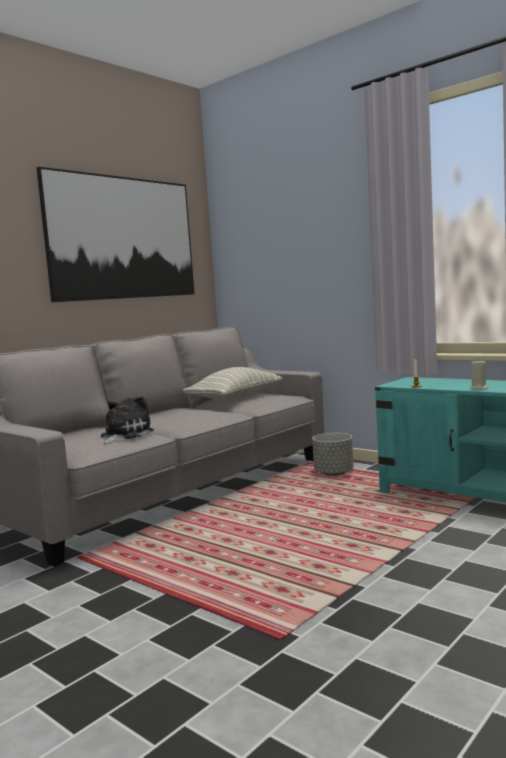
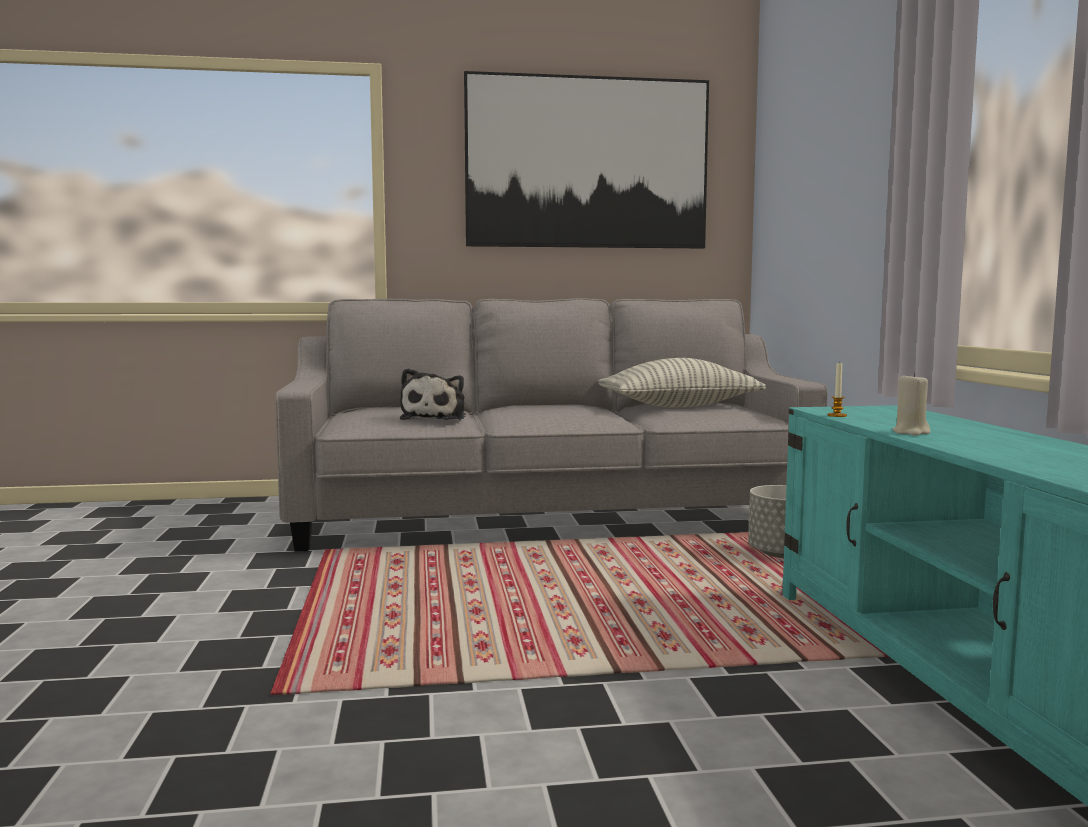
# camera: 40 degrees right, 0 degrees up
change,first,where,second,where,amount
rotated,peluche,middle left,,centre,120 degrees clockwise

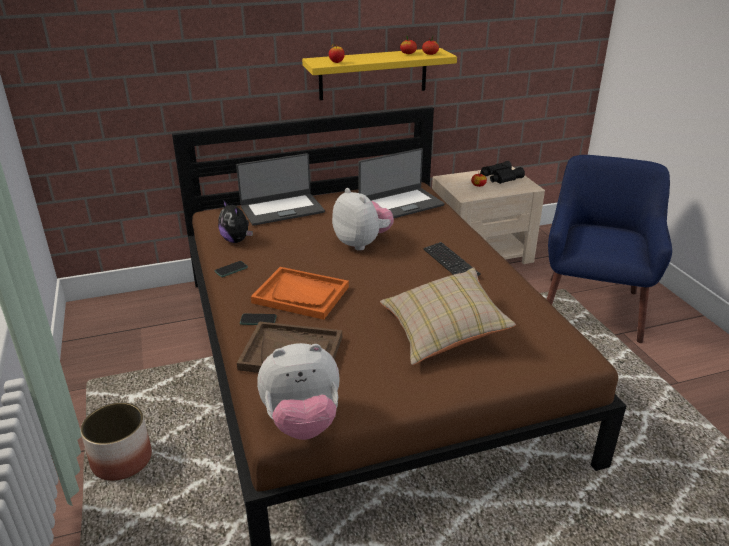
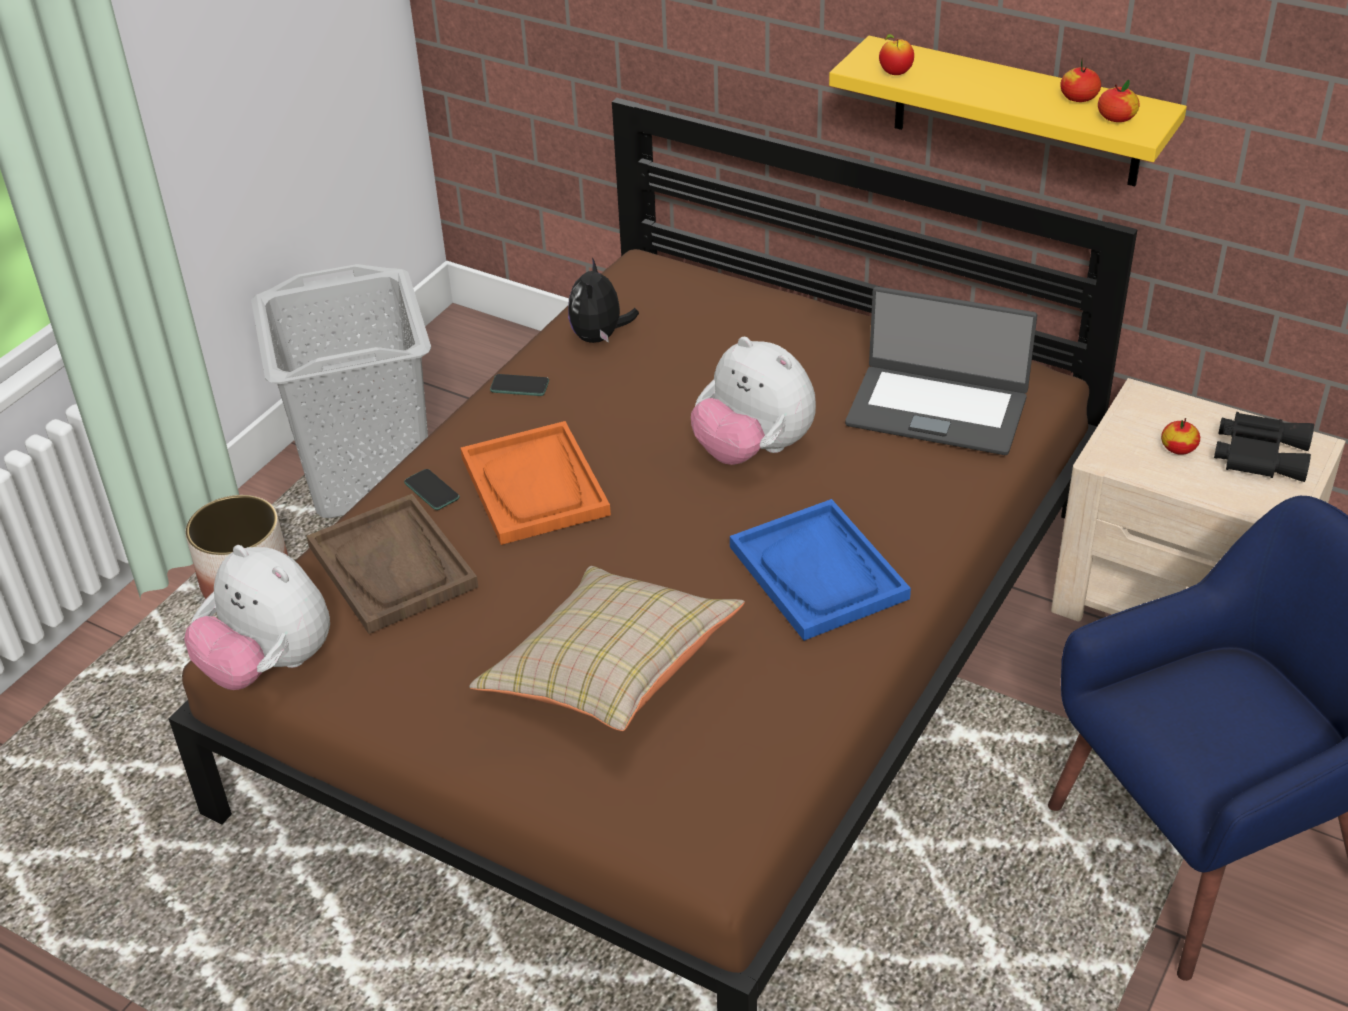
# camera: 50 degrees right, 10 degrees up
change,first,where,second,where,amount
gone,portátil (no. 1 from left),centre,,,
rotated,peluche (no. 3 from left),centre,,centre,120 degrees clockwise
swapped,teclado,centre,bandeja (azul),centre,
new,,,cesto de la ropa (gris),middle left,

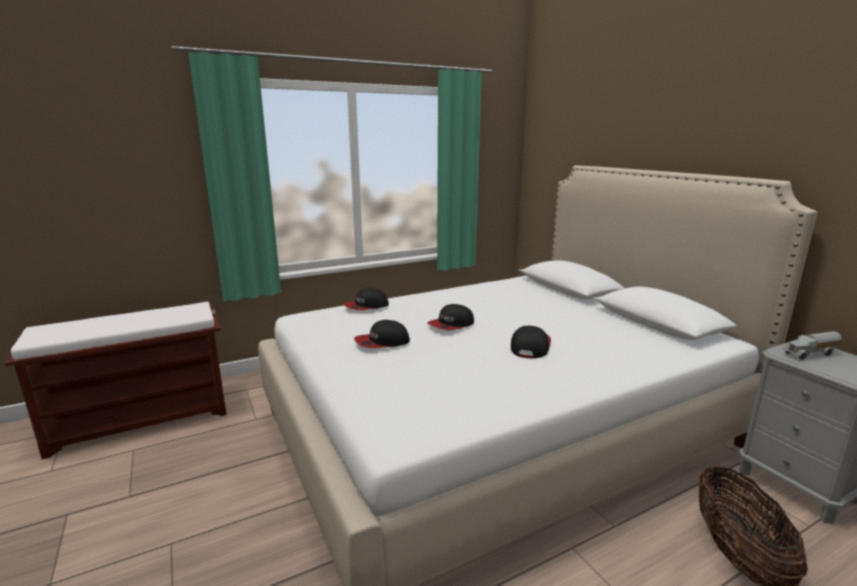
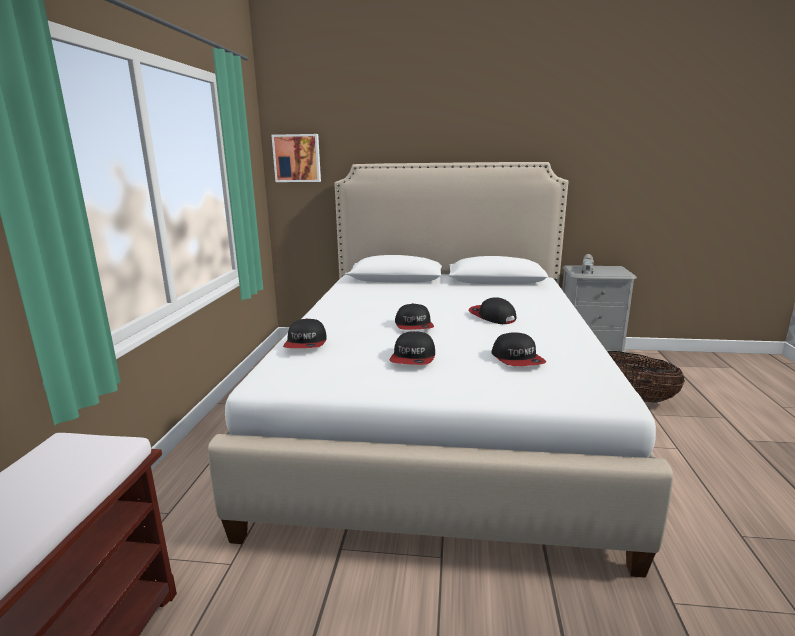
# camera: 55 degrees left, 0 degrees up
change,first,where,second,where,amount
new,,,cuadro,top centre,
new,,,gorra (no. 5 from left),centre,

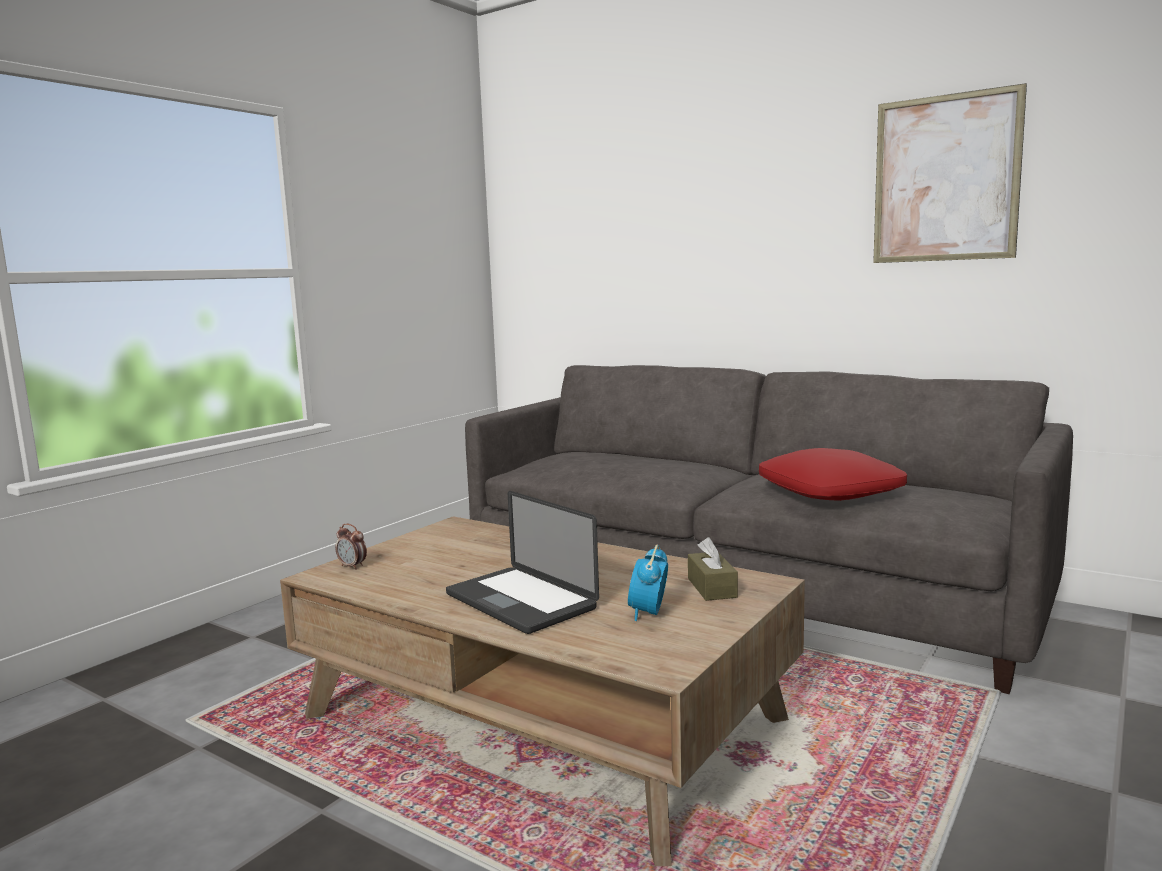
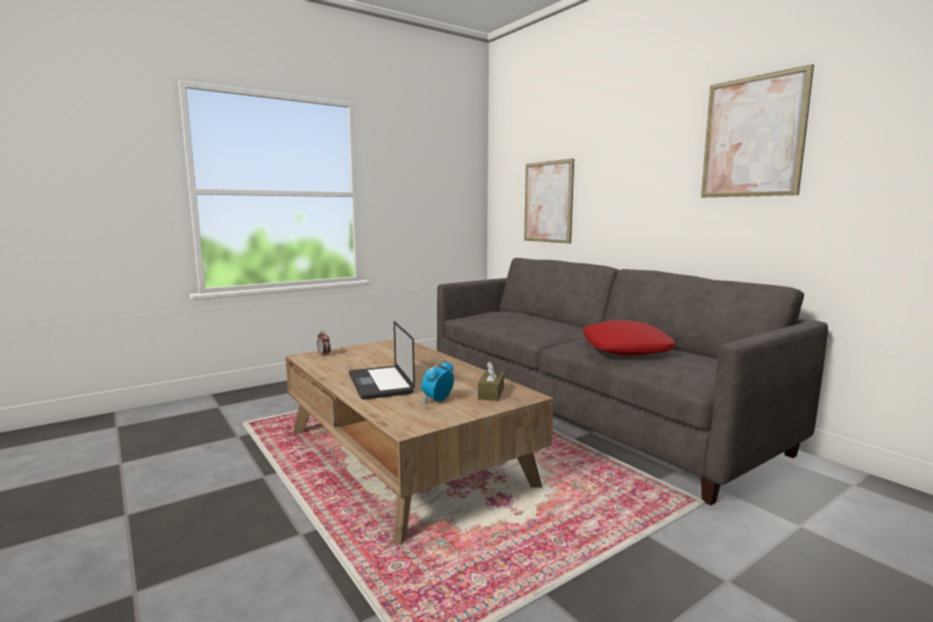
# camera: 20 degrees right, 0 degrees up
change,first,where,second,where,amount
new,,,cuadro (no. 1 from left),top centre,

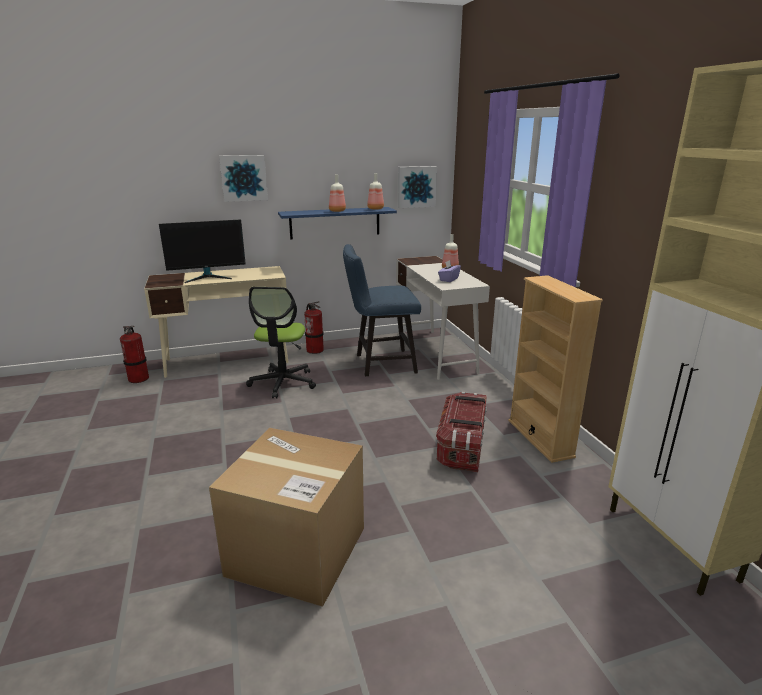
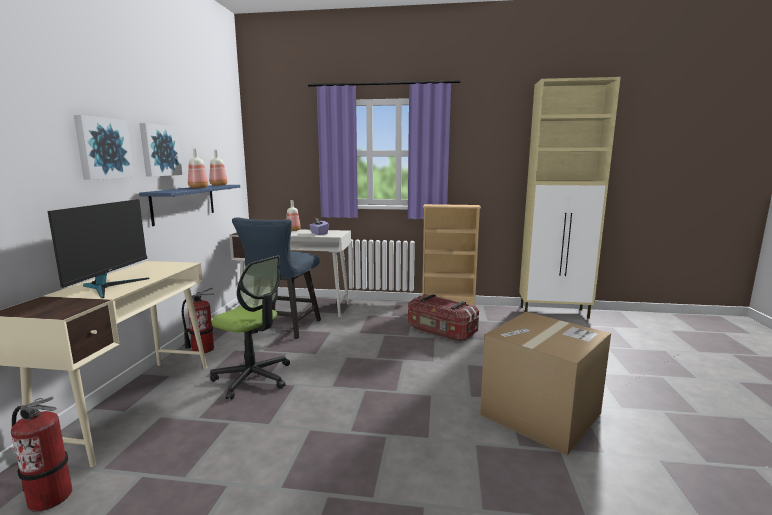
# camera: 65 degrees left, 10 degrees down
change,first,where,second,where,amount
shifted,cuadro (no. 2 from left),top centre,,top left,

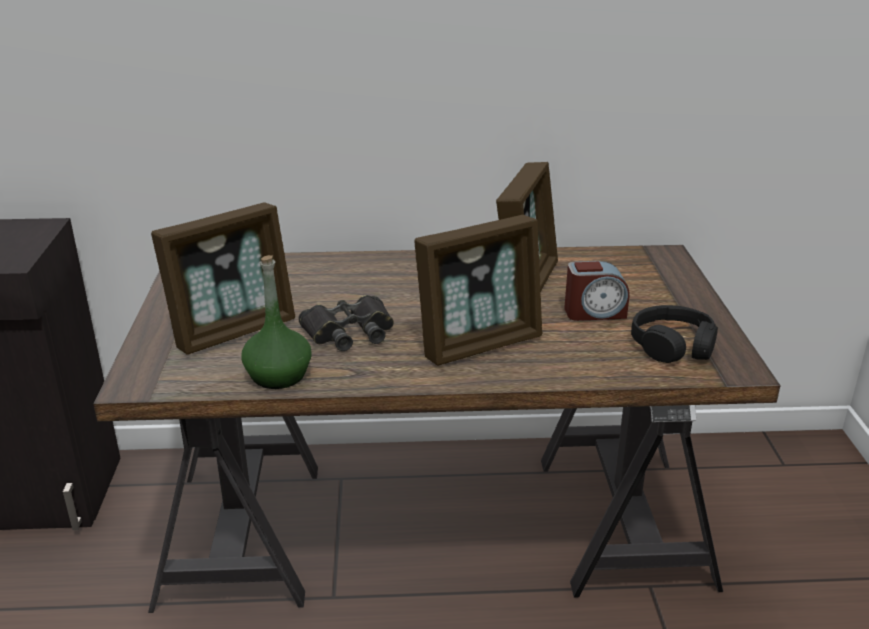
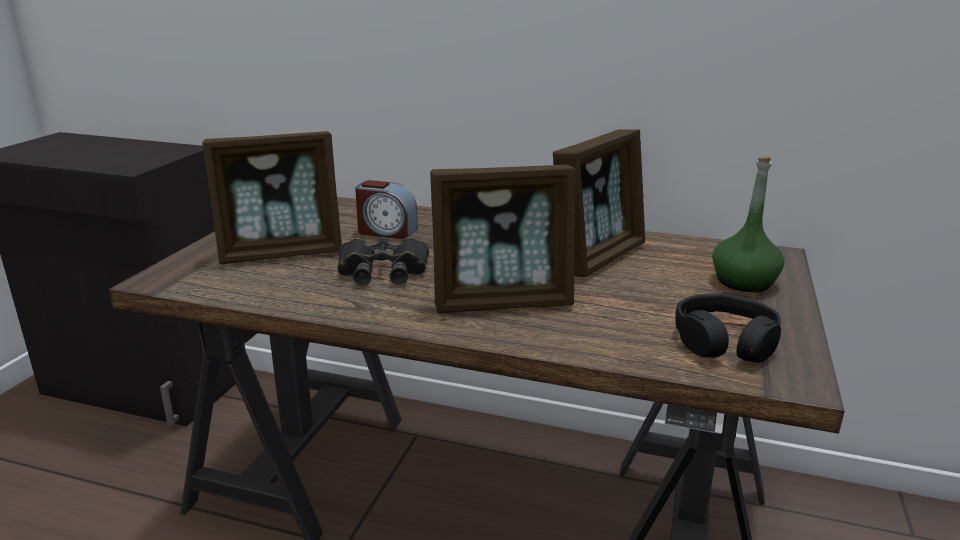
# camera: 20 degrees right, 5 degrees down
change,first,where,second,where,amount
shifted,botella (verde),middle left,,middle right,
shifted,despertador,middle right,,centre,

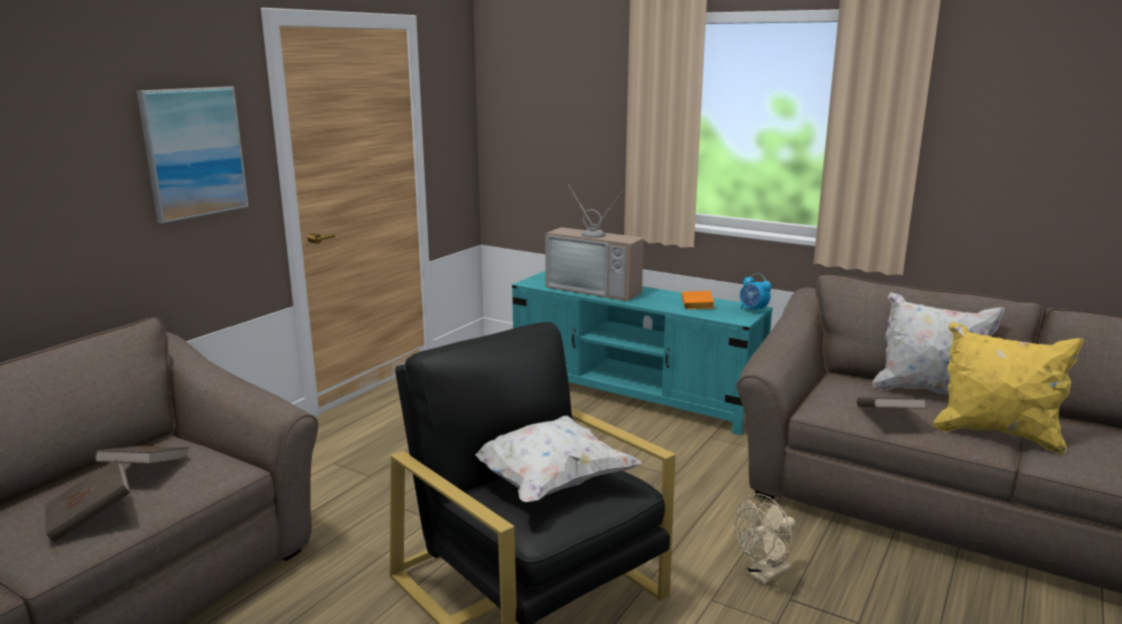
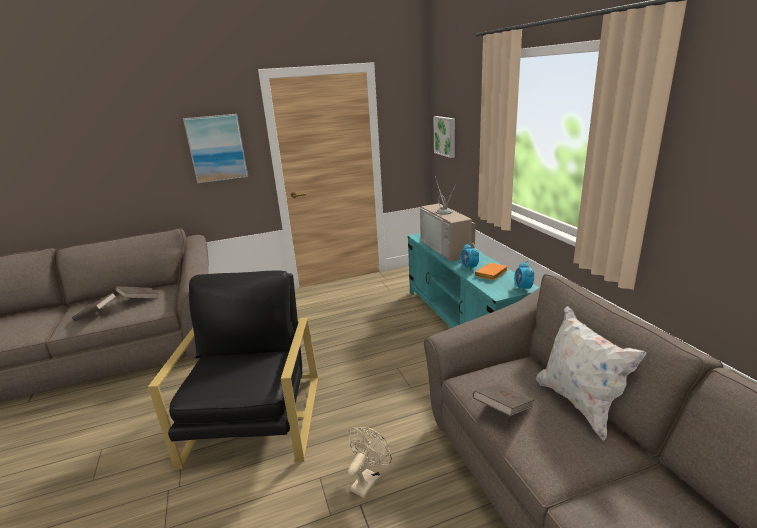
# camera: 40 degrees right, 5 degrees up
change,first,where,second,where,amount
gone,cojín (amarillo),middle right,,,
gone,cojín (blanco) (no. 1 from left),bottom centre,,,
rotated,ventilador (beis),bottom right,,bottom centre,120 degrees clockwise
new,,,cuadro (no. 2 from left),top centre,
new,,,despertador (no. 1 from left),centre,

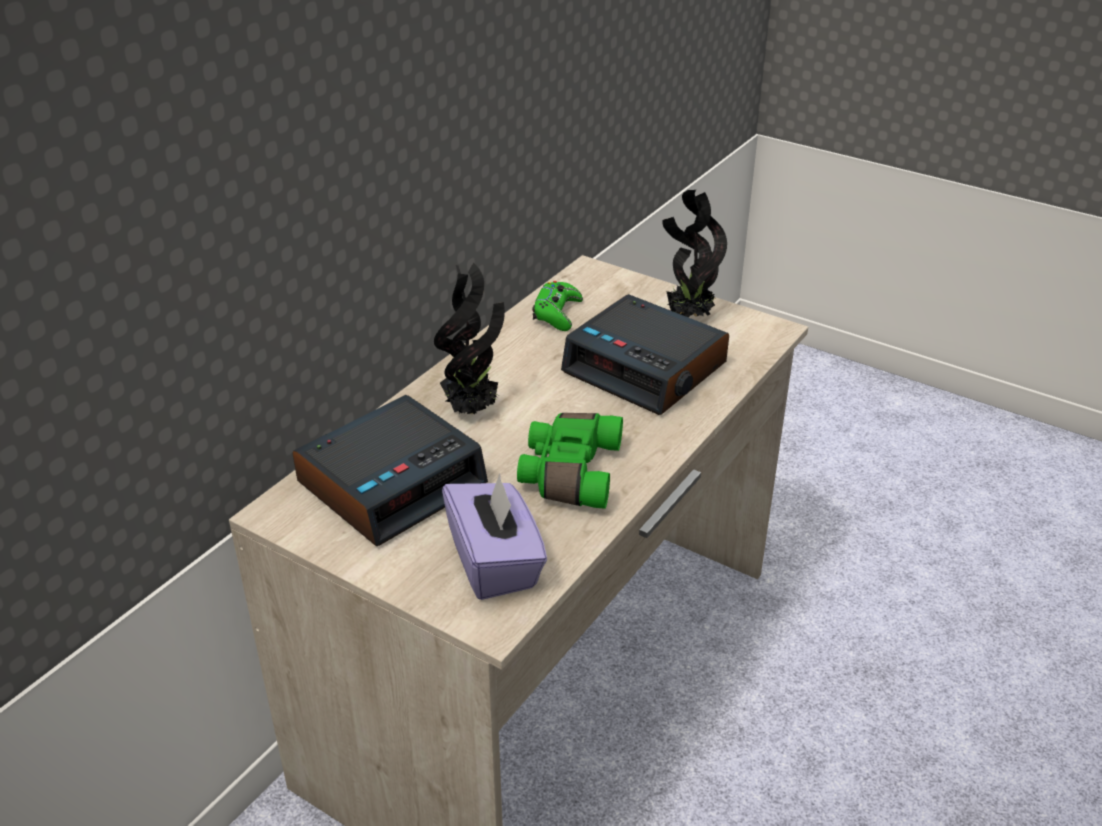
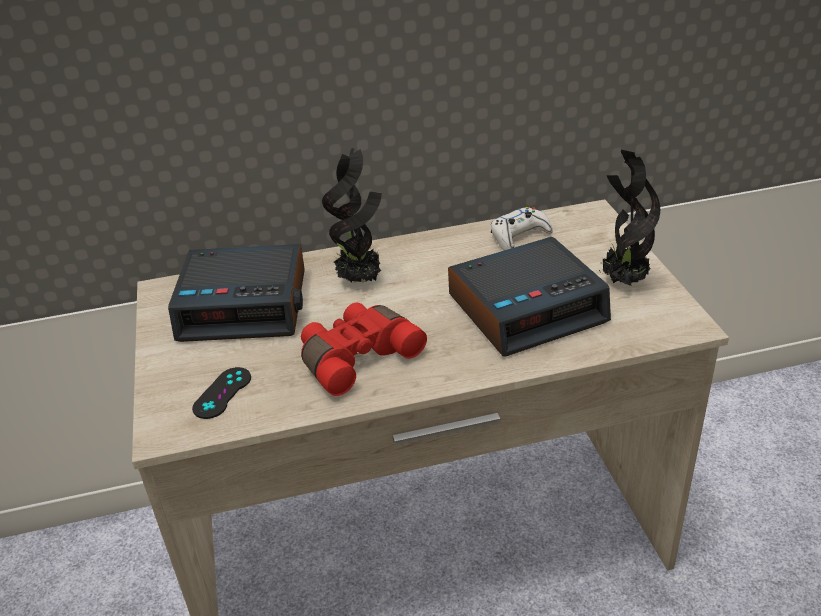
# camera: 45 degrees right, 0 degrees up
change,first,where,second,where,amount
repainted,mando de consola (verde),centre,mando de consola (blanco),centre,
rotated,despertador (no. 2 from left),centre,,centre,105 degrees counterclockwise
repainted,prismáticos (verde),centre,prismáticos (rojo),centre,
swapped,caja de pañuelos (morado),centre,mando de consola (negro),middle left,

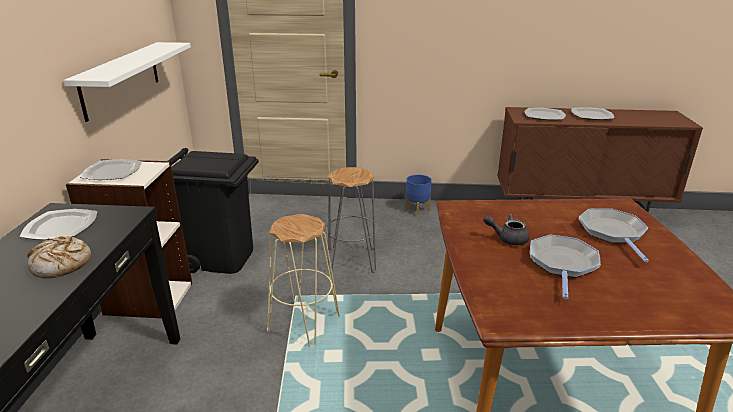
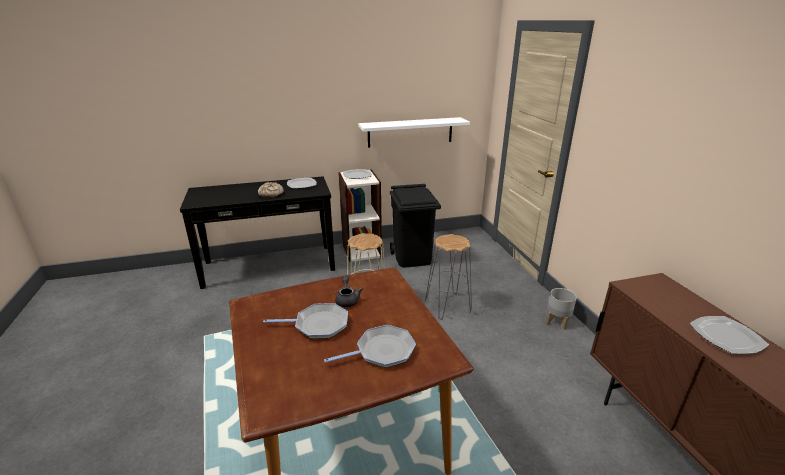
# camera: 70 degrees right, 0 degrees up
change,first,where,second,where,amount
gone,plato (no. 3 from left),top right,,,
repainted,maceta (azul),centre,maceta (gris),middle right,

